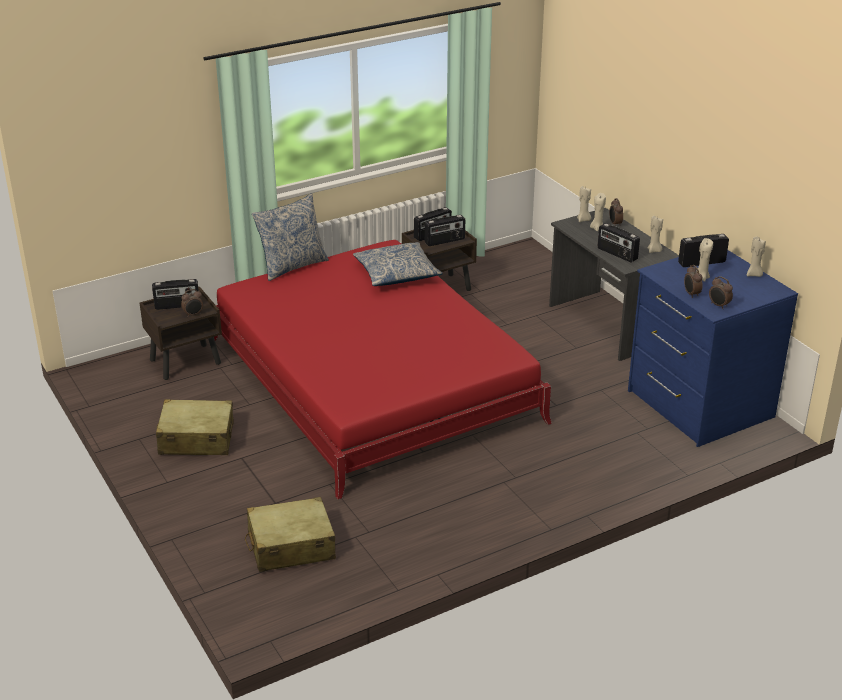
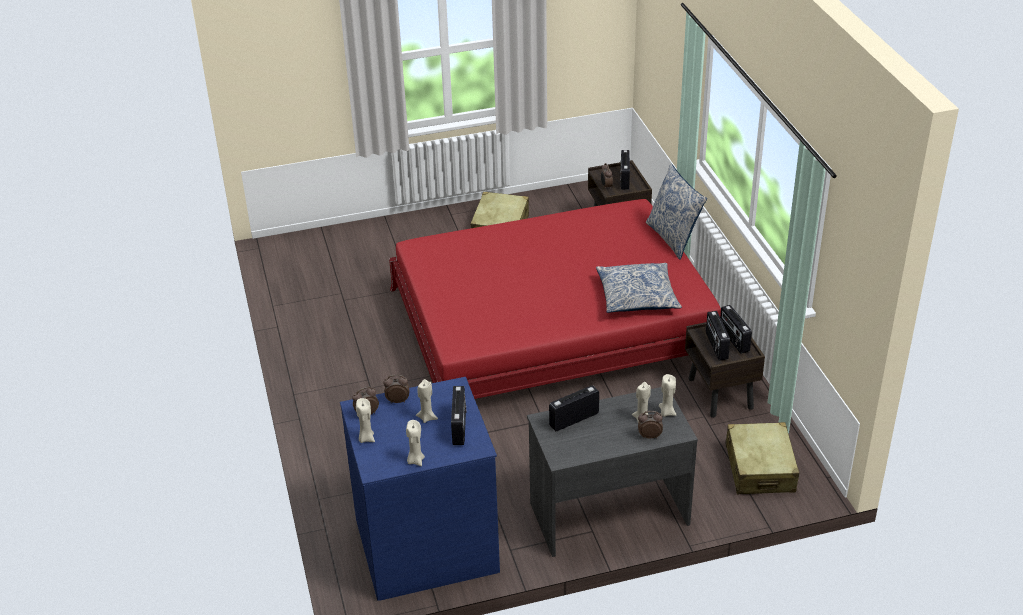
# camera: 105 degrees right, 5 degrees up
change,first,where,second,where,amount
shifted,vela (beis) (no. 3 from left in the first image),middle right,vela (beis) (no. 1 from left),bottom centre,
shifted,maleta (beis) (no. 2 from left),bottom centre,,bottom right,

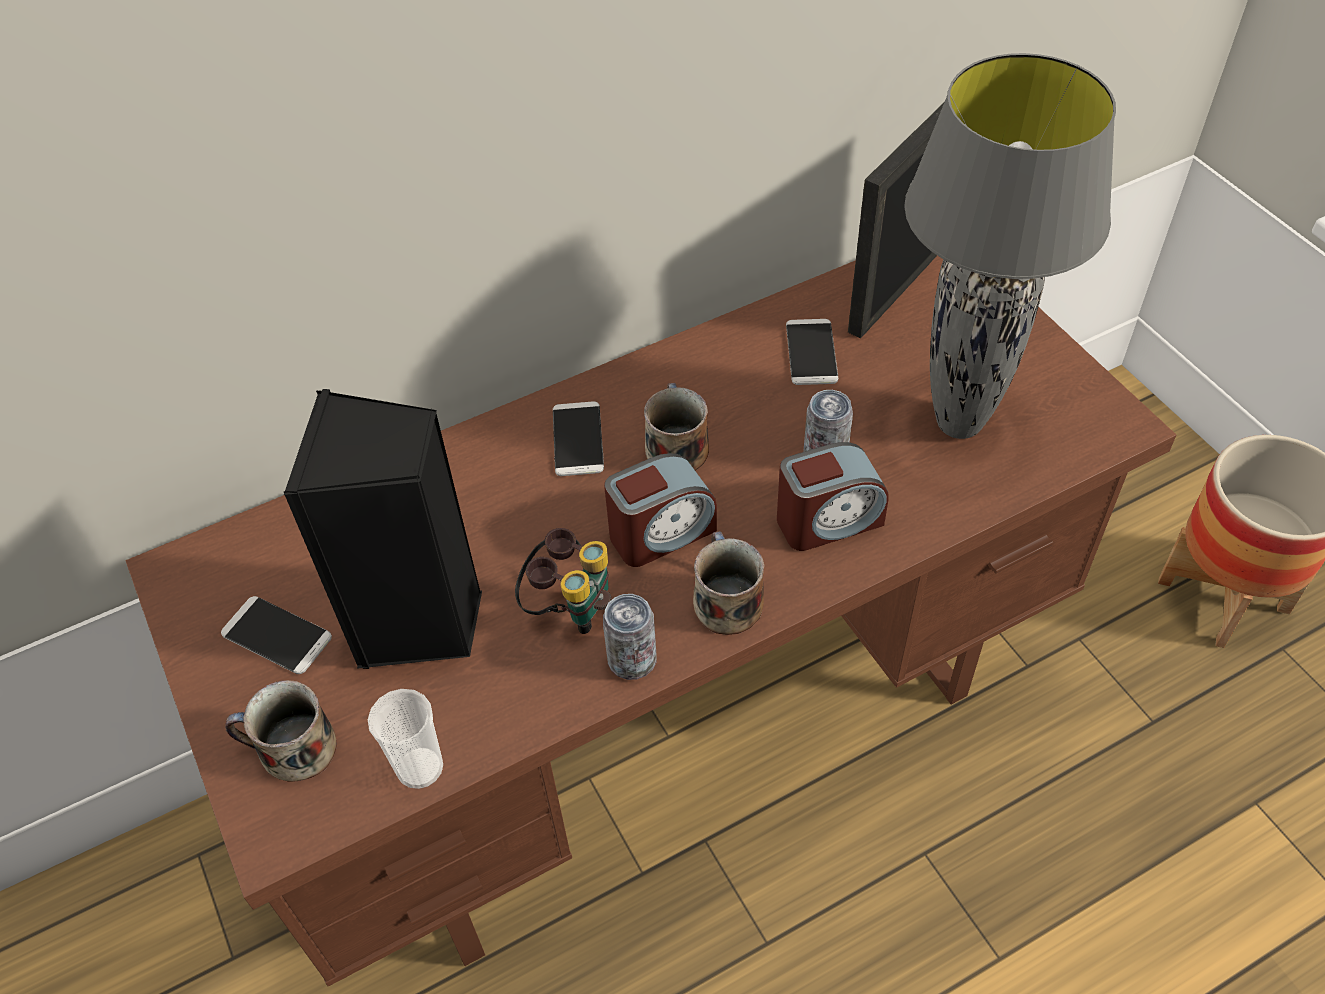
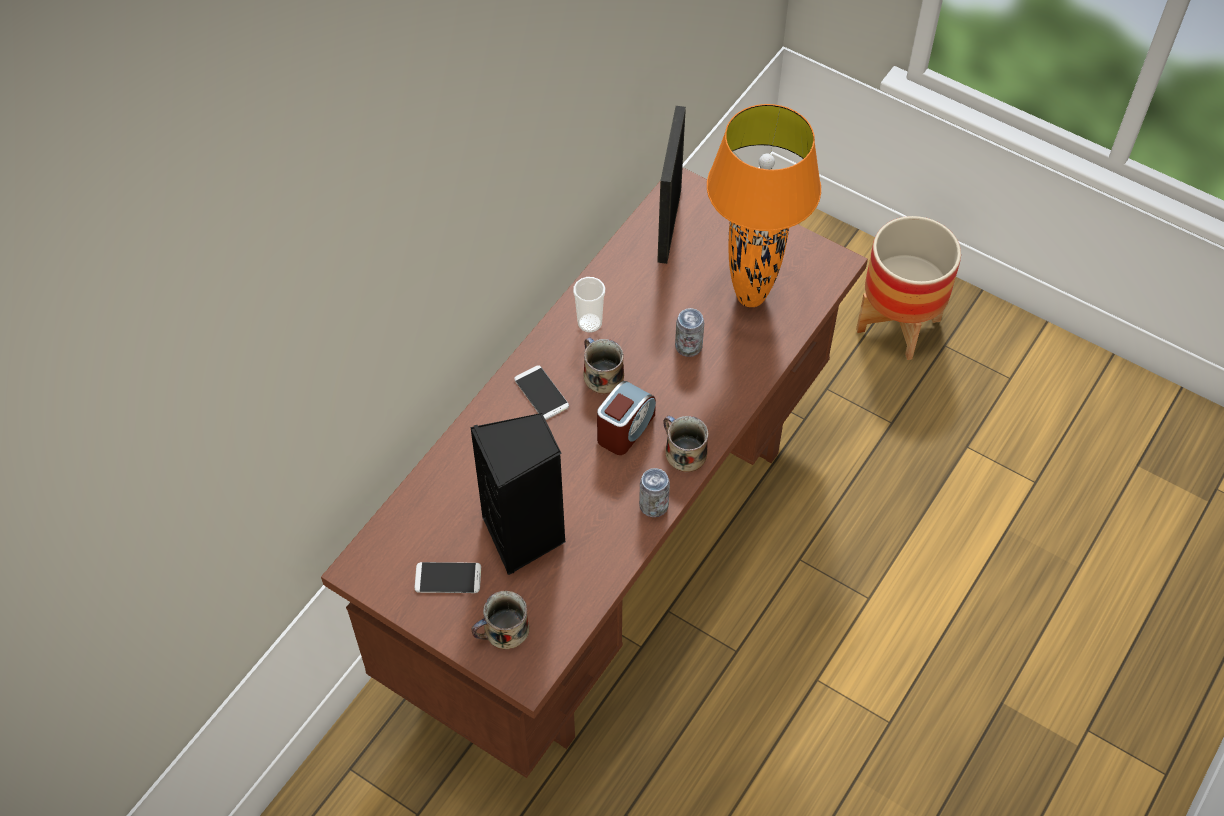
# camera: 30 degrees left, 5 degrees up
change,first,where,second,where,amount
repainted,lámpara de mesa (gris),top right,lámpara de mesa (naranja),top centre,
gone,móvil (no. 3 from left),centre,,,
gone,despertador (no. 2 from left),centre,,,
gone,prismáticos,centre,,,
shifted,taza,bottom left,,centre,

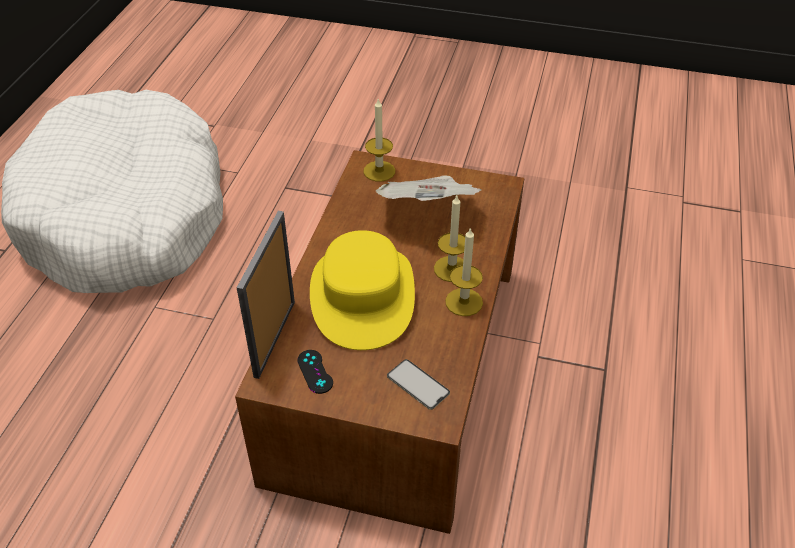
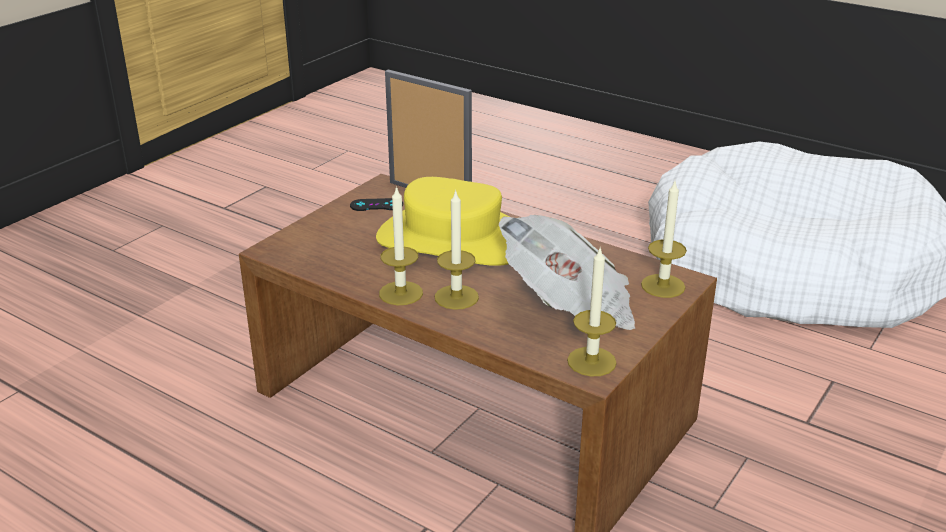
# camera: 110 degrees right, 15 degrees down
change,first,where,second,where,amount
gone,móvil,bottom centre,,,
new,,,vela (no. 3 from left),centre,

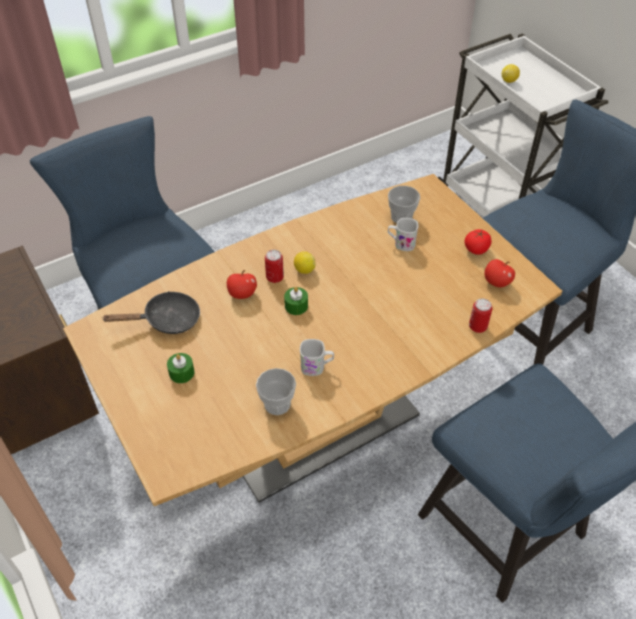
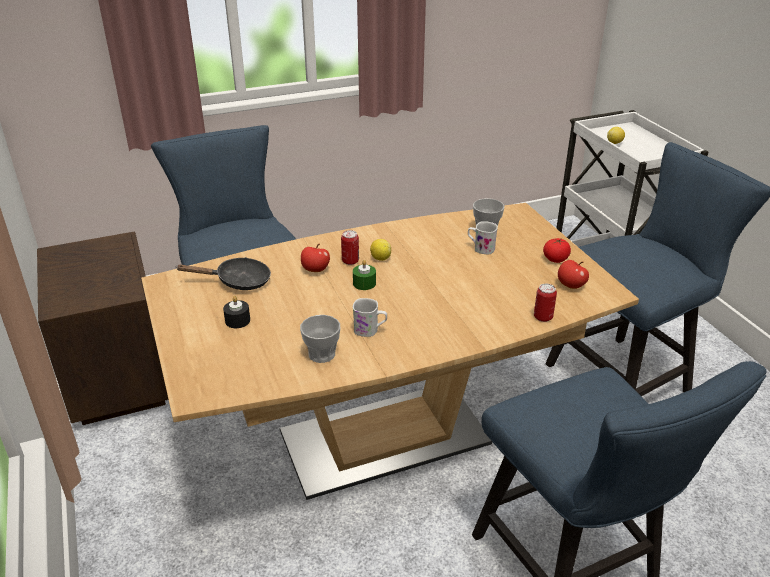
# camera: 10 degrees right, 15 degrees down
change,first,where,second,where,amount
repainted,vela (verde) (no. 1 from left),middle left,vela (negro),middle left,

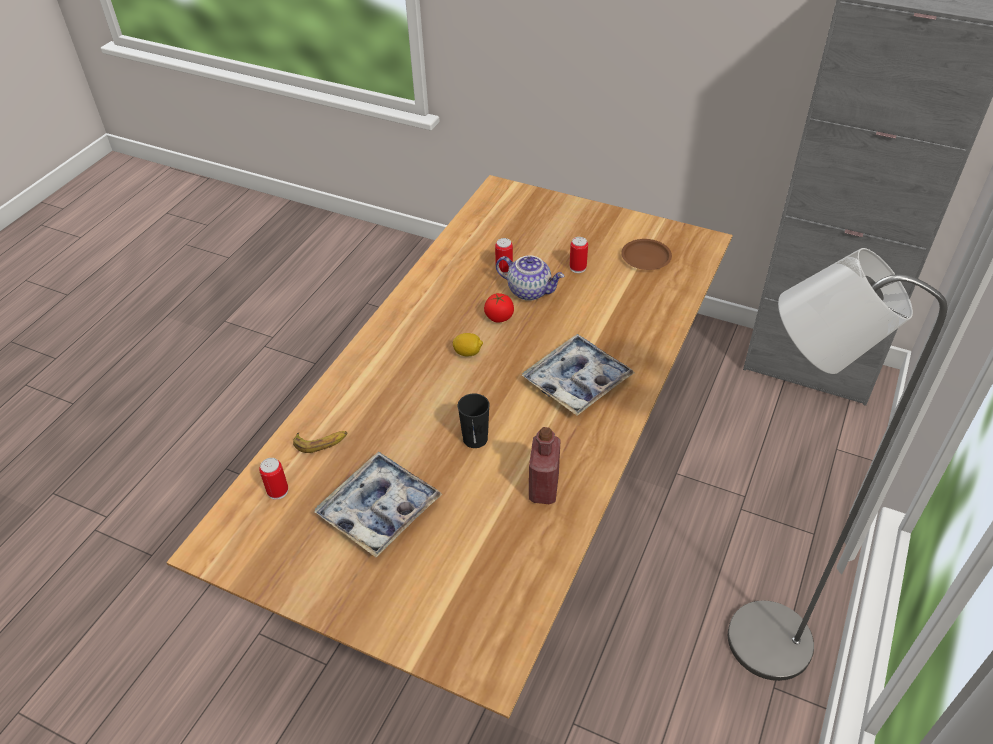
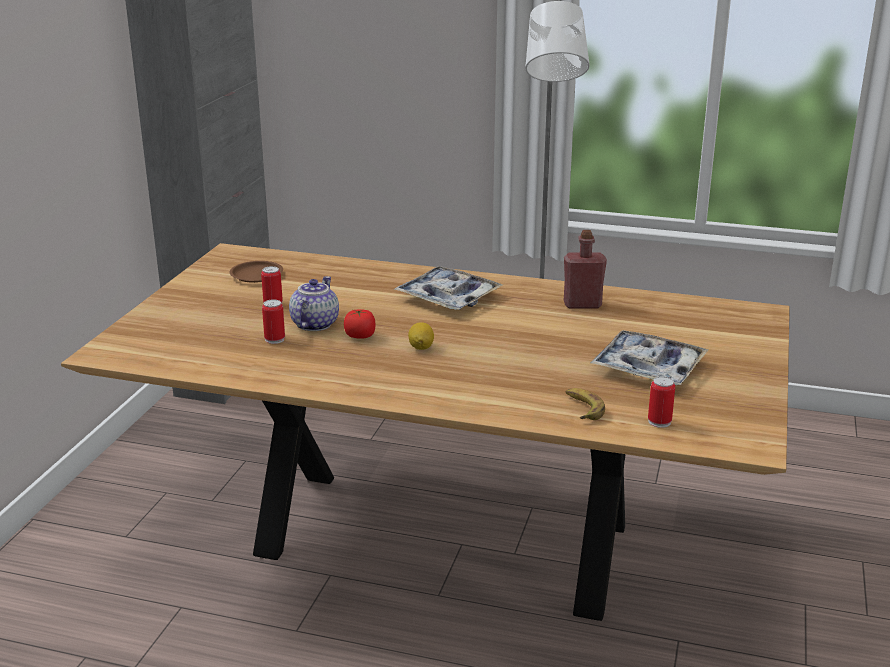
# camera: 100 degrees left, 20 degrees down
change,first,where,second,where,amount
gone,taza (negro),centre,,,

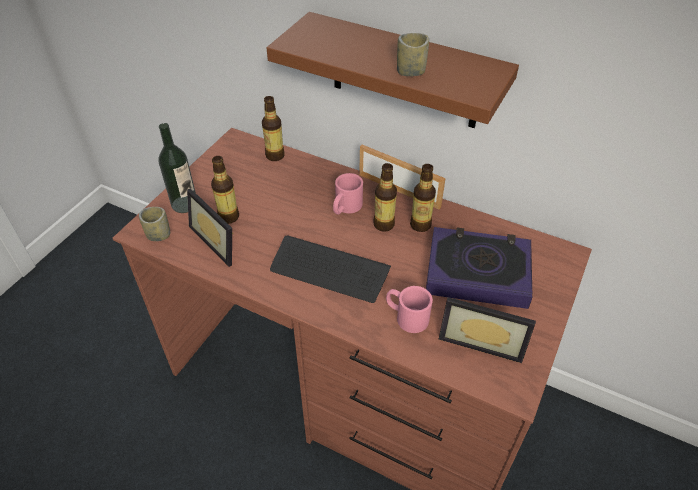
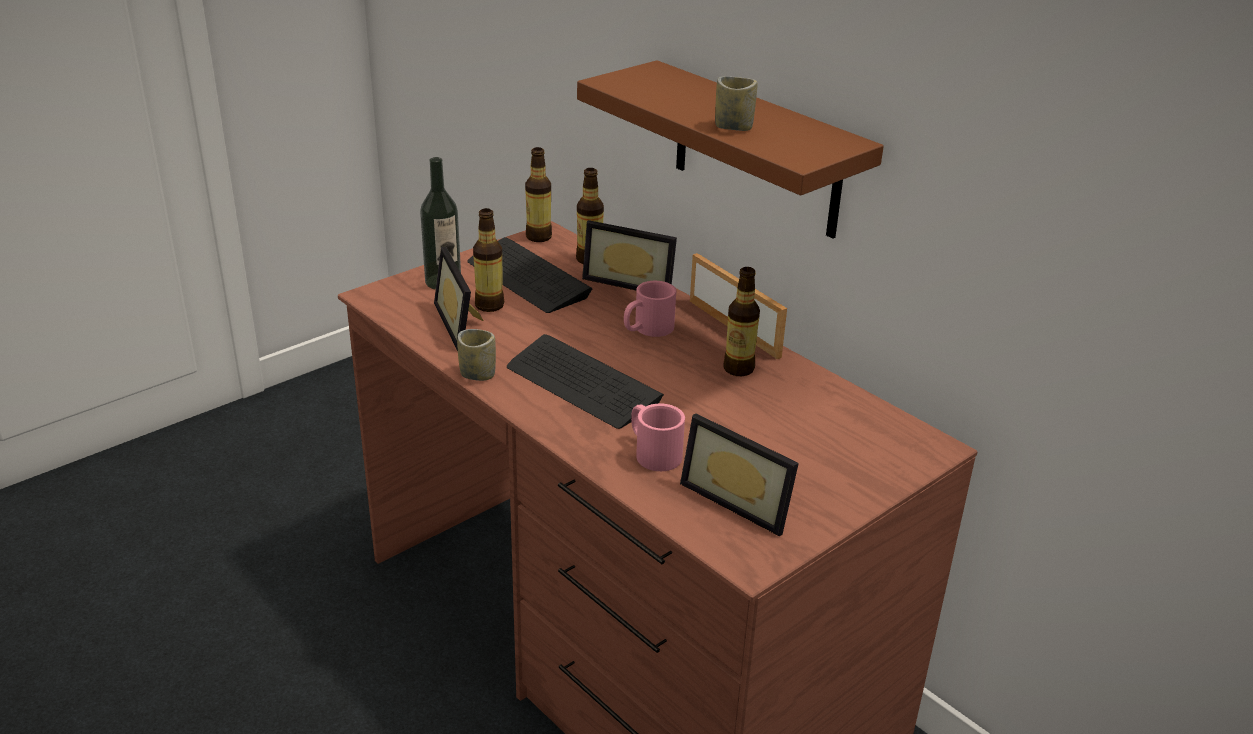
# camera: 20 degrees right, 15 degrees down
change,first,where,second,where,amount
shifted,botella (no. 4 from left in the first image),centre,botella (no. 3 from left),top centre,
shifted,taza (no. 1 from left),middle left,,centre,
gone,libro,middle right,,,
new,,,portarretratos (no. 2 from left),centre,
new,,,teclado (no. 1 from left),centre,

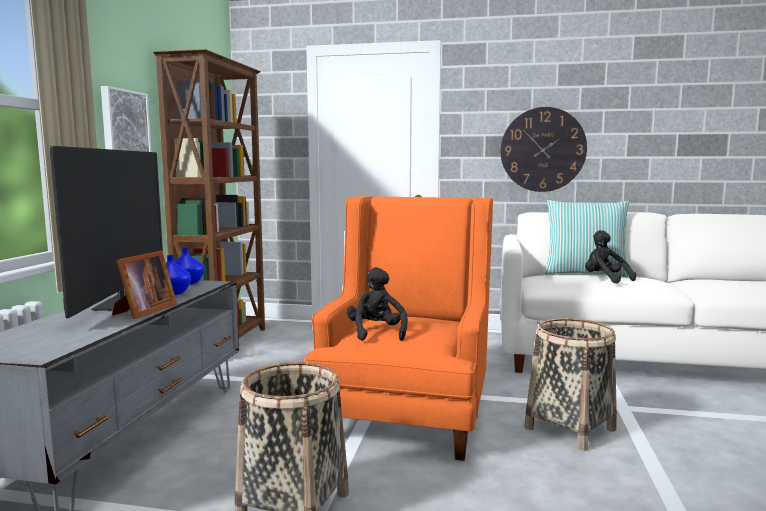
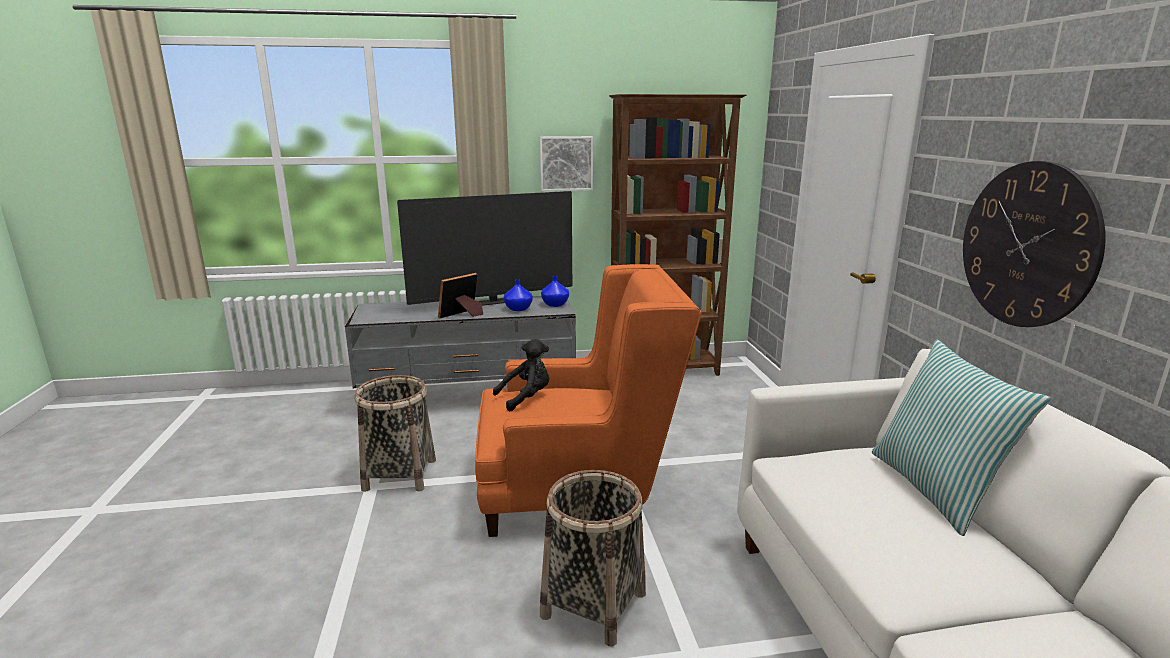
# camera: 70 degrees right, 10 degrees up
change,first,where,second,where,amount
gone,peluche (negro) (no. 2 from left),middle right,,,
rotated,portarretratos,middle left,,centre,135 degrees clockwise

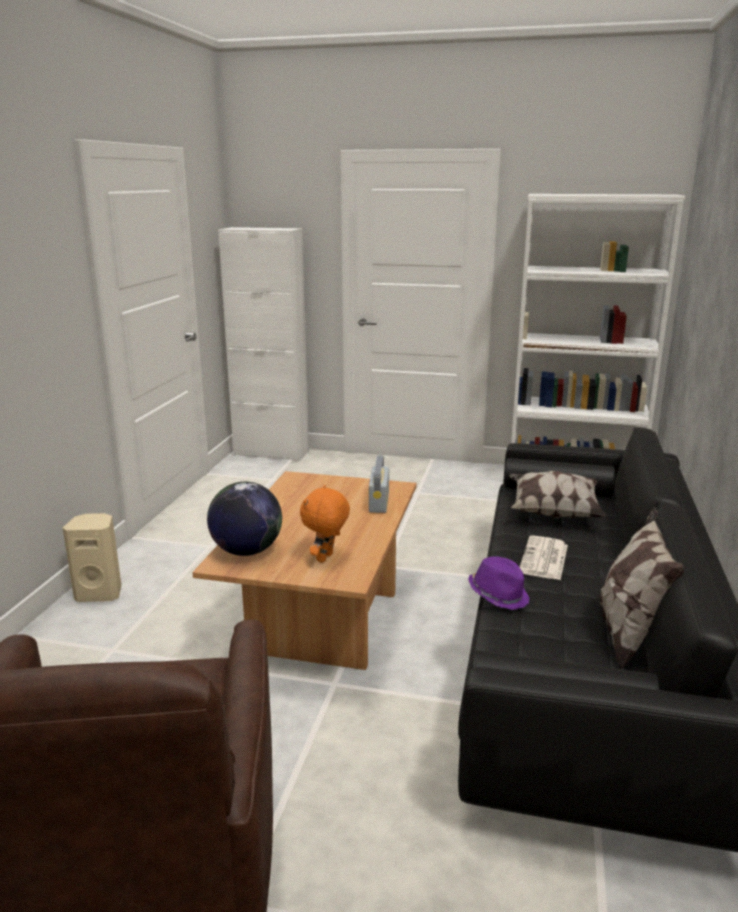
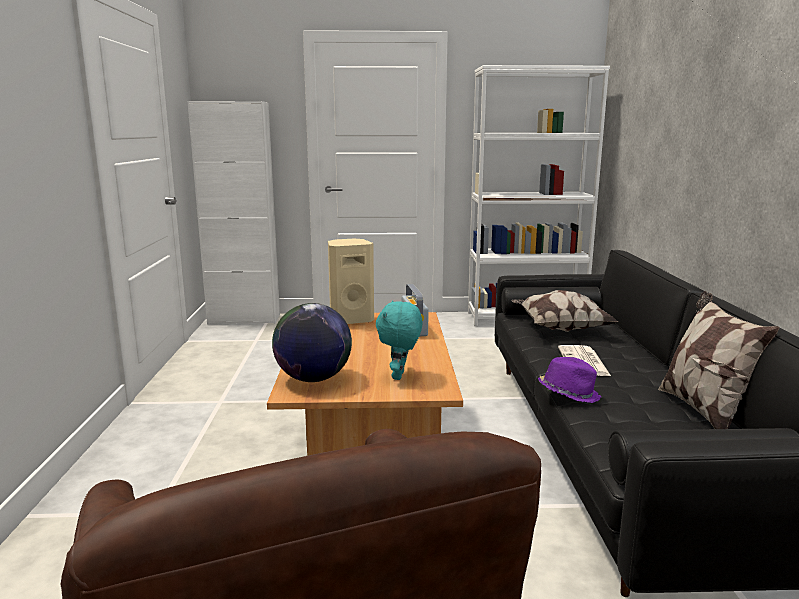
# camera: 15 degrees left, 5 degrees down
change,first,where,second,where,amount
repainted,peluche (naranja),centre,peluche (turquesa),centre,
shifted,altavoz (beis),middle left,,centre,

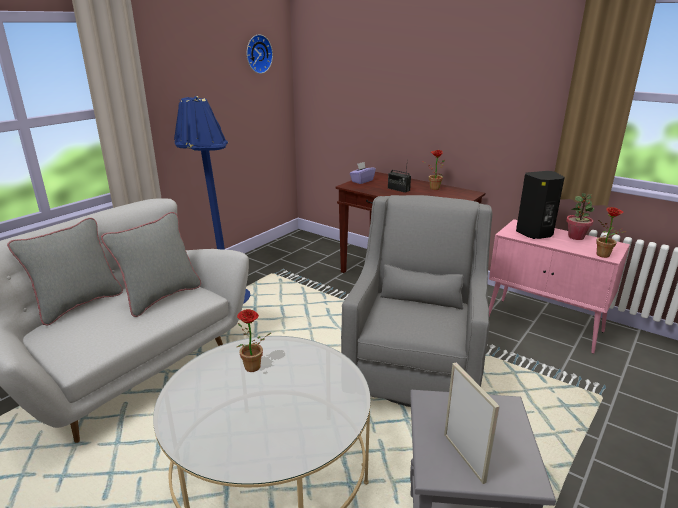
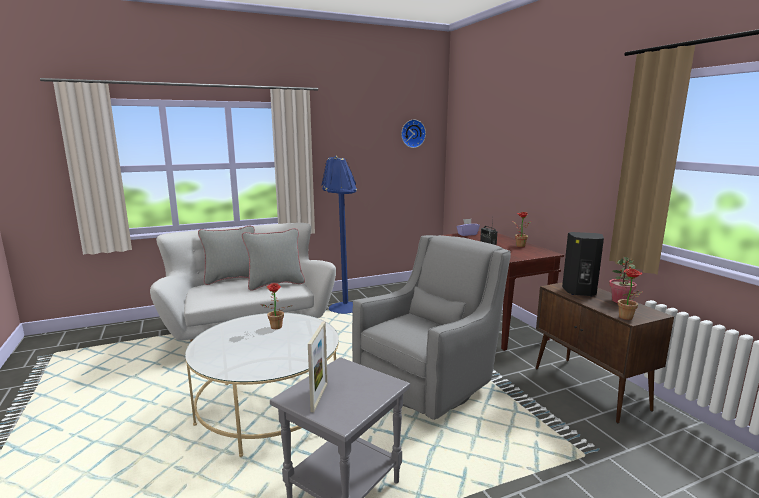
# camera: 30 degrees right, 10 degrees down
change,first,where,second,where,amount
repainted,armario (rosa),middle right,armario (marrón),bottom right,

